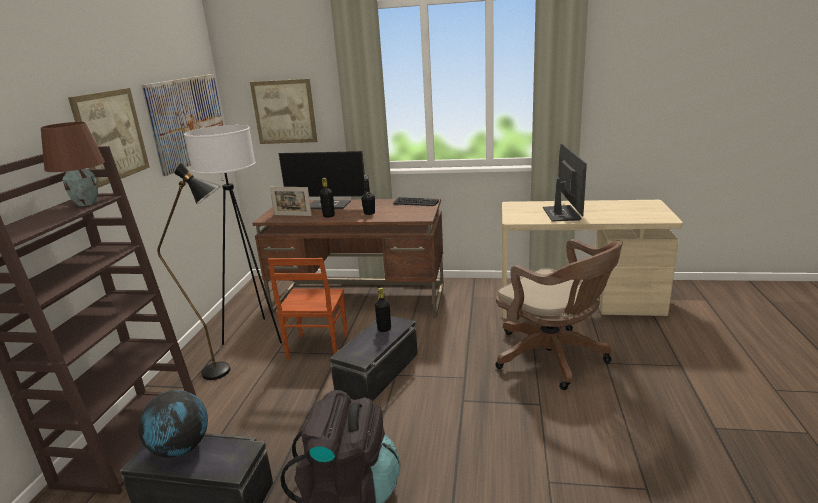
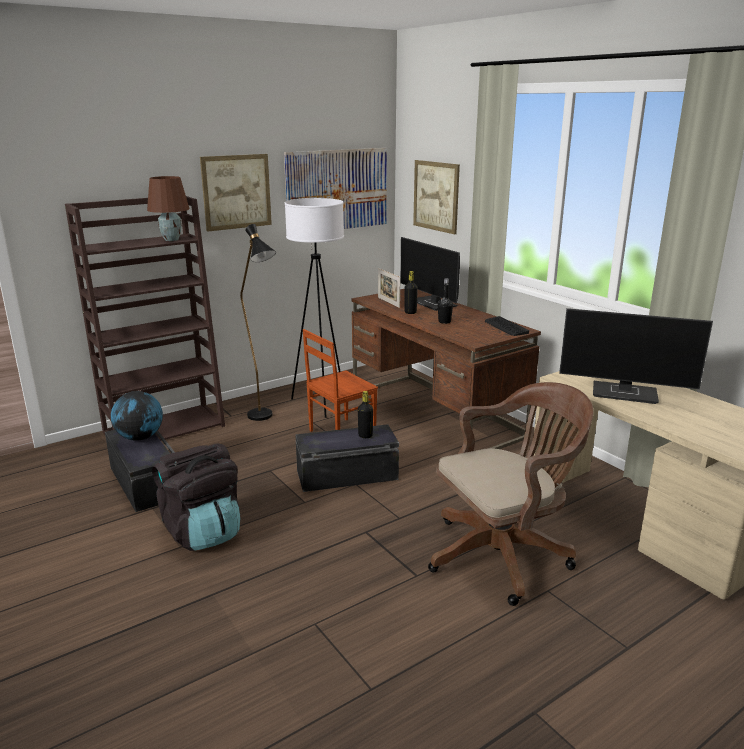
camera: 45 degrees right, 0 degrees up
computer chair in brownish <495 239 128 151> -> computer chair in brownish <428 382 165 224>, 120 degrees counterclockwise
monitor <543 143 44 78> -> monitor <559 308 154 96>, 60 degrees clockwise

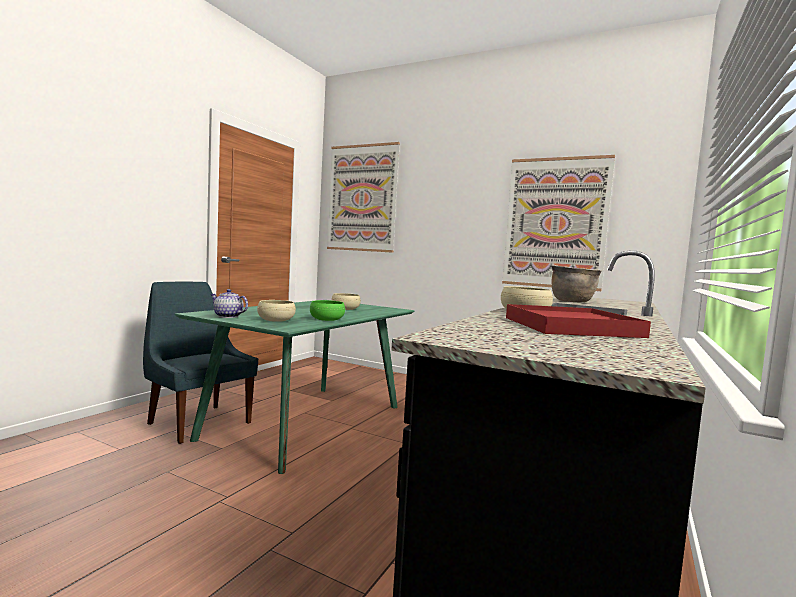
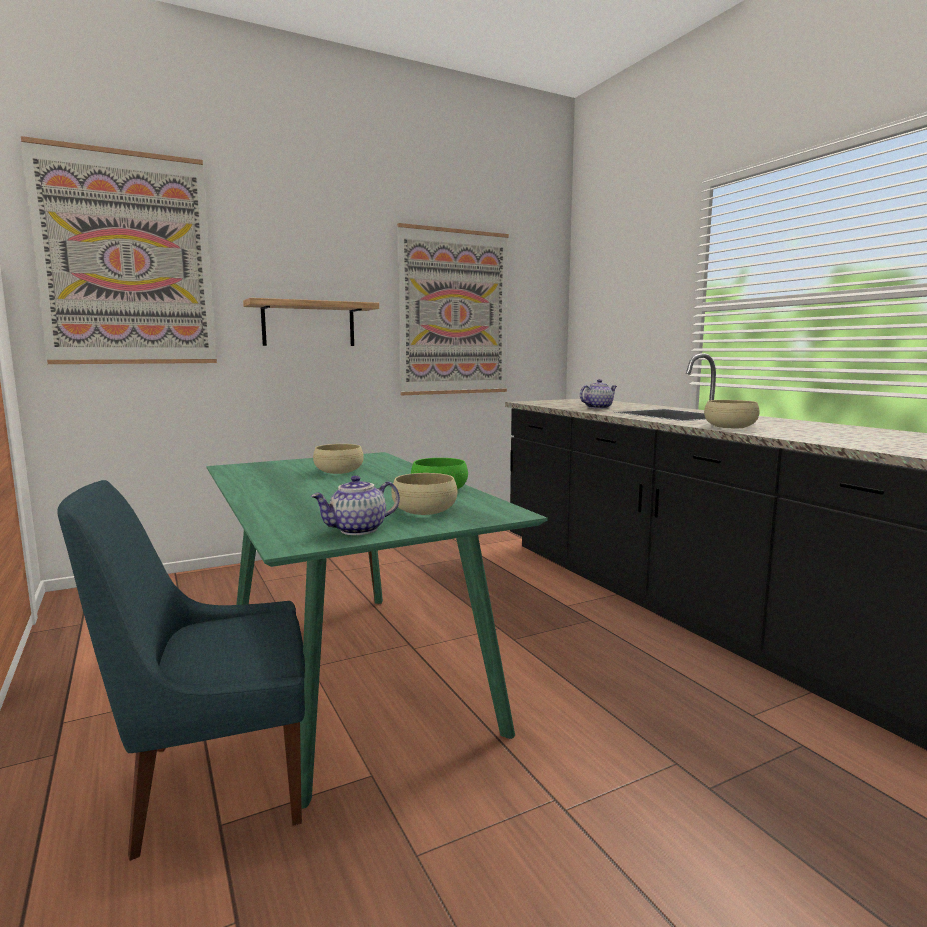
camera: 55 degrees left, 5 degrees up
serving tray in red <506 304 145 34> -> none
none -> bracket shelf <243 298 136 48>
saucepot in brownish <552 265 50 37> -> pot for tea <580 379 37 30>

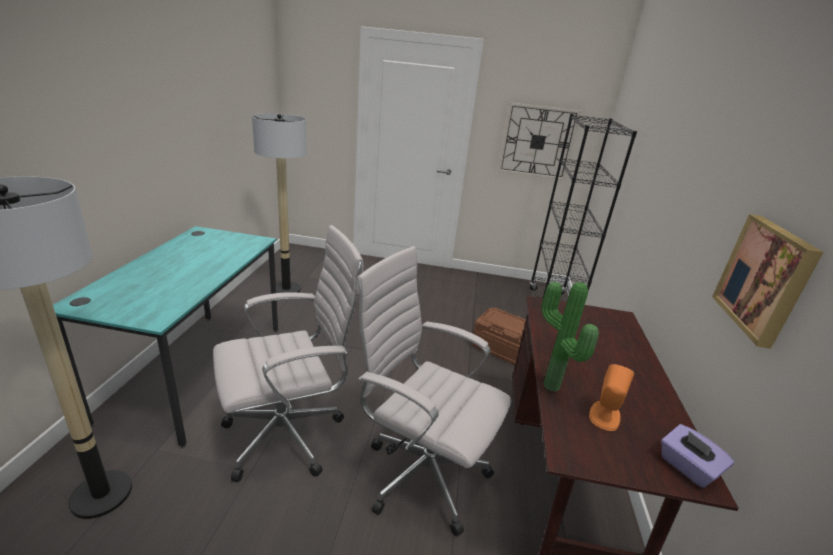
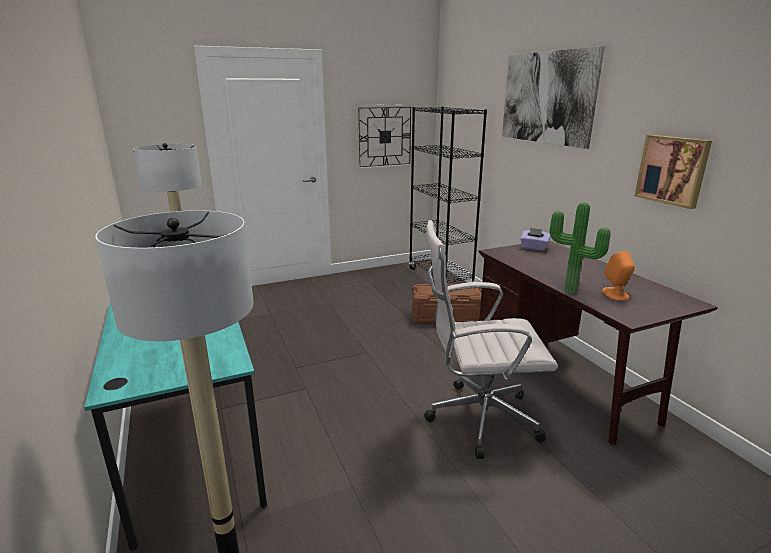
camera: 30 degrees left, 5 degrees down
computer chair in white <213 225 151 257> -> none
none -> picture <502 46 103 103>
tissue holder in purplish <661 424 73 64> -> tissue holder in purplish <520 228 31 23>, relocated

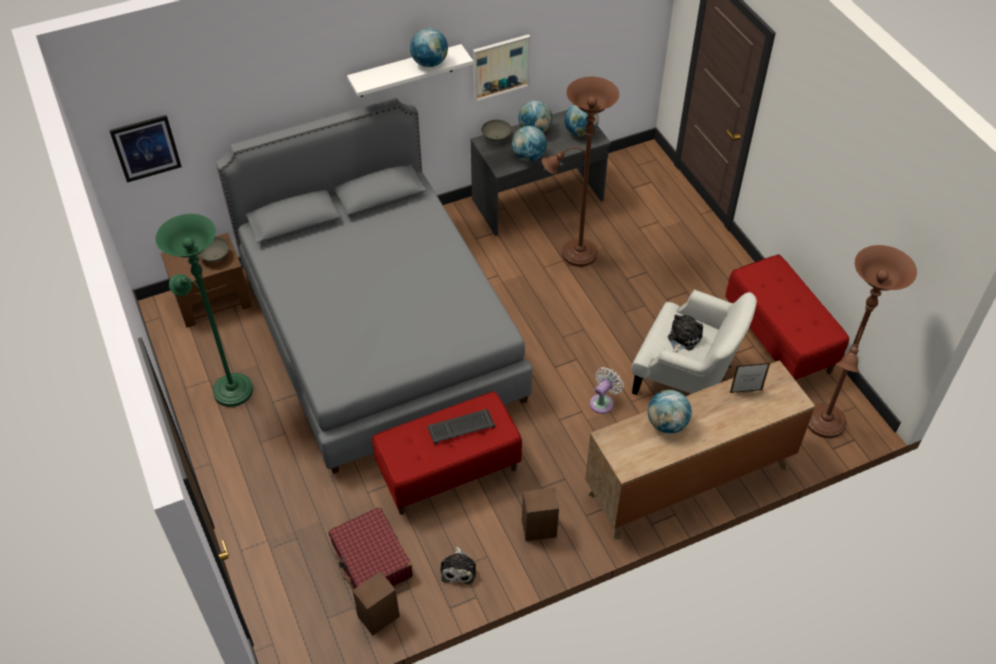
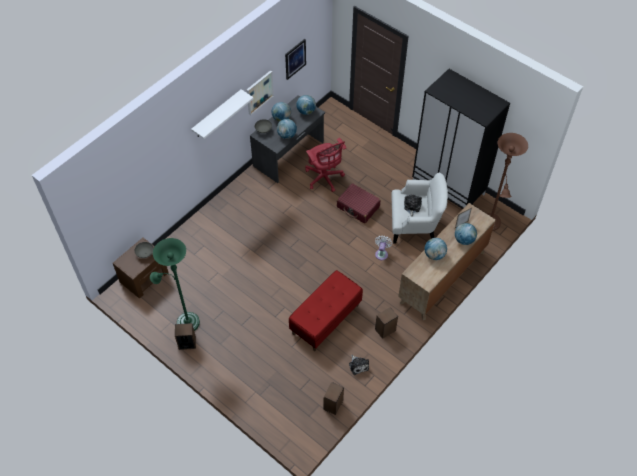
camera: 25 degrees left, 5 degrees up
bed in gray <216 98 317 376> -> none
computer keyboard <427 409 68 35> -> none
none -> audio speaker <175 323 21 27>
picture <109 115 73 68> -> picture <285 39 21 41>, relocated
suitcase in red <329 507 84 82> -> suitcase in red <337 183 44 41>, relocated
globe <410 28 38 39> -> globe <455 223 22 22>, relocated
floor lamp in brownish <542 77 77 190> -> computer chair in red <305 138 41 54>
bench in red <725 254 124 127> -> wardrobe in blackish <412 69 98 141>

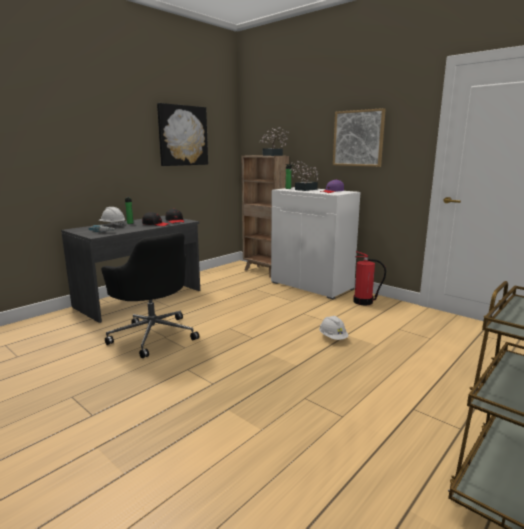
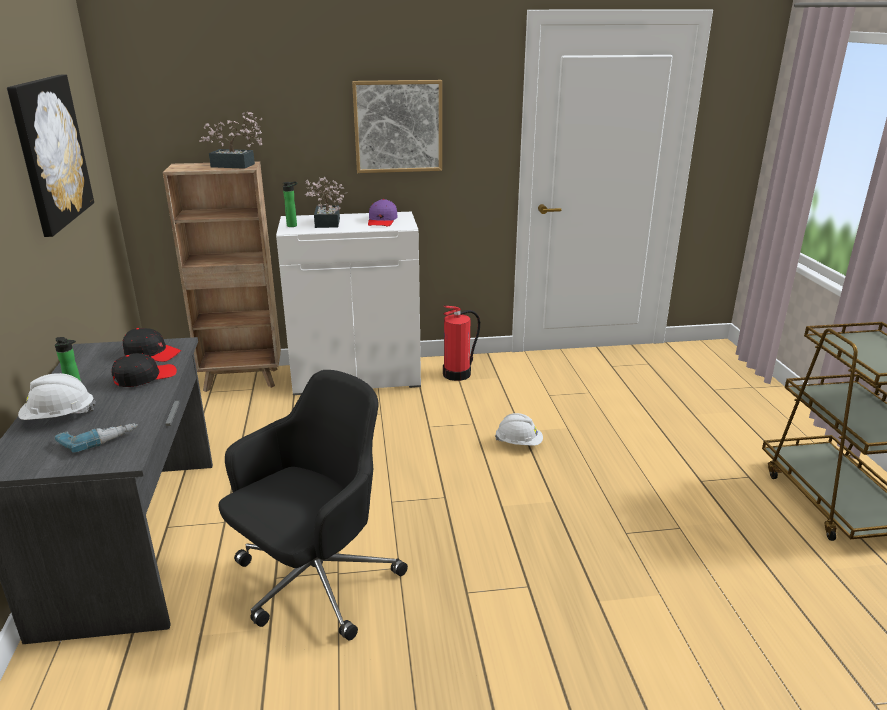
camera: 50 degrees left, 10 degrees up
computer chair in blackish <101 232 98 126> -> computer chair in blackish <218 370 190 271>, 45 degrees counterclockwise

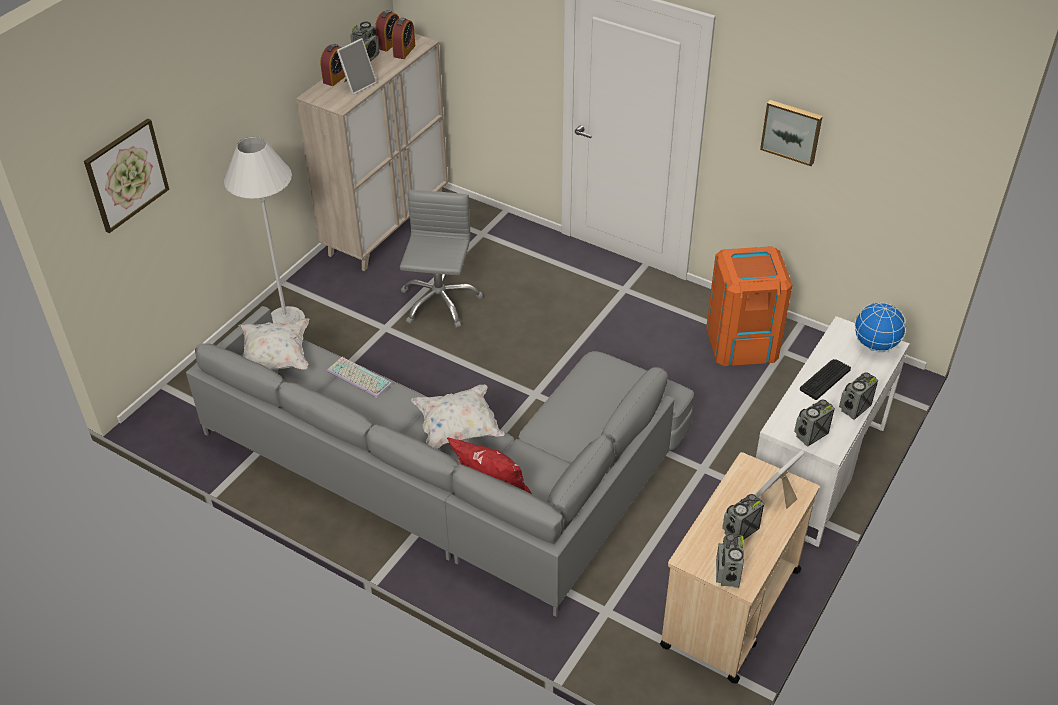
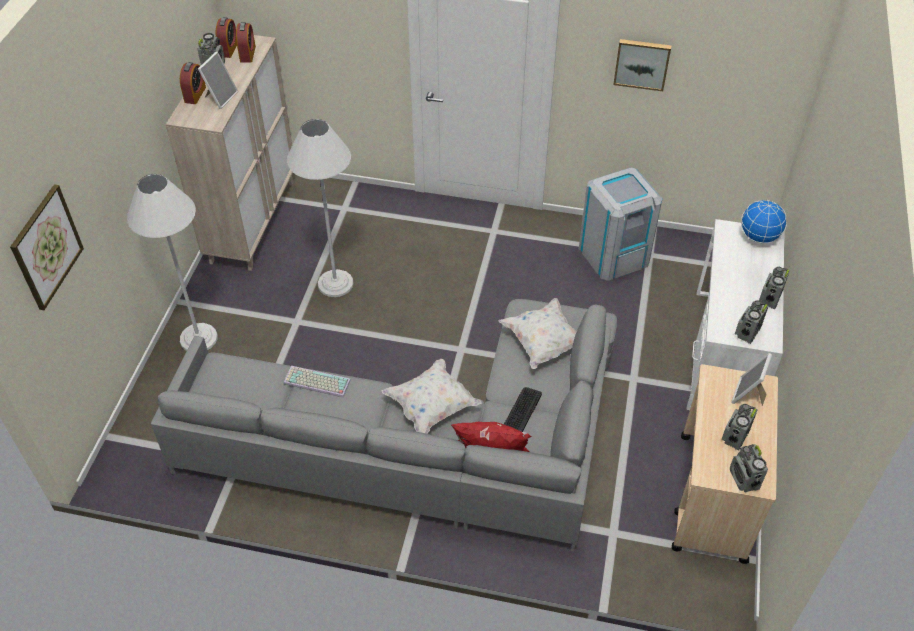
camera: 20 degrees left, 5 degrees up
throw pillow in white <240 318 69 52> -> throw pillow in white <498 298 79 71>, relocated
computer keyboard <800 359 51 41> -> computer keyboard <504 387 38 45>, relocated
computer chair in gray <400 190 83 138> -> floor lamp in white <287 119 67 178>
trash can in orange <706 246 86 120> -> trash can in gray <579 167 84 114>

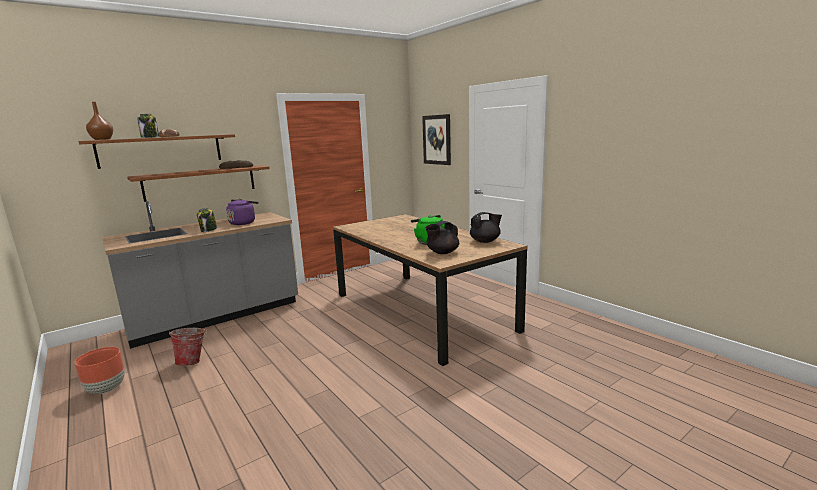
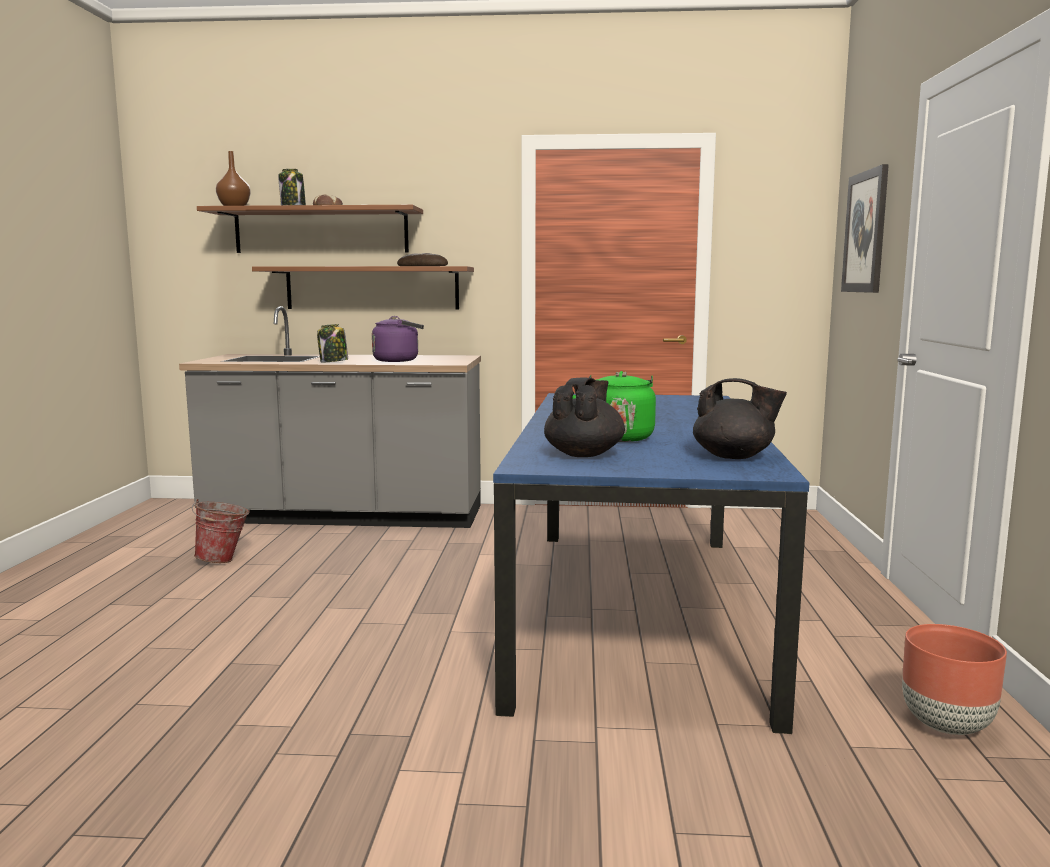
camera: 40 degrees right, 5 degrees down
planter in brownish <74 347 51 47> -> planter in brownish <902 624 105 111>, relocated
dinner table in brownish <333 214 195 152> -> dinner table in bluish <493 393 316 341>
pot for tea in blackish <426 221 33 33> -> pot for tea in blackish <544 378 81 79>, 105 degrees clockwise

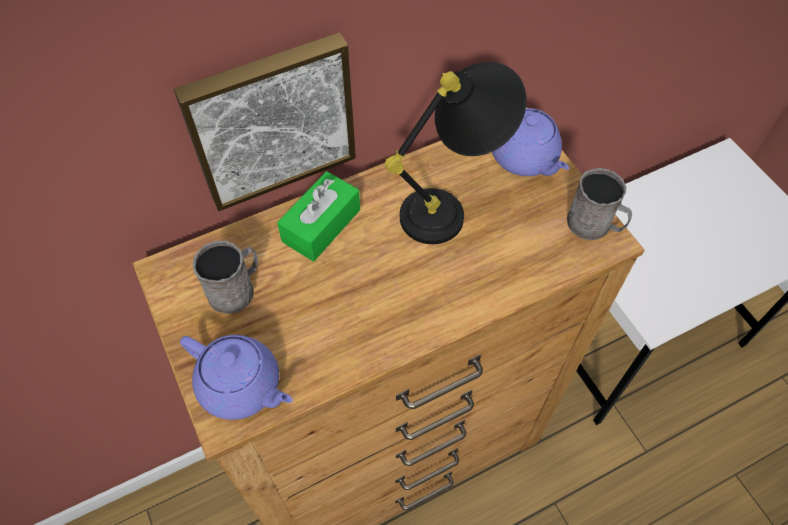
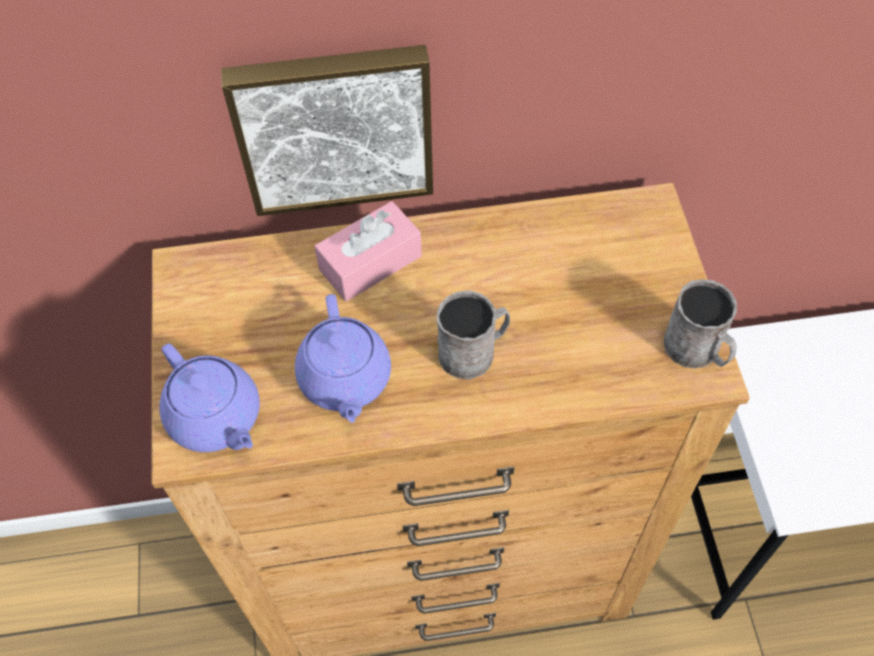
camera: 20 degrees right, 0 degrees up
tabletop lamp in blackish <385 62 142 182> -> none
coffee mug in gray <193 241 65 73> -> coffee mug in gray <437 290 73 90>, relocated
pot for tea in purplish <492 108 77 68> -> pot for tea in purplish <295 294 96 129>, relocated
tissue holder in green <277 171 83 90> -> tissue holder in pink-coloured <314 201 108 101>

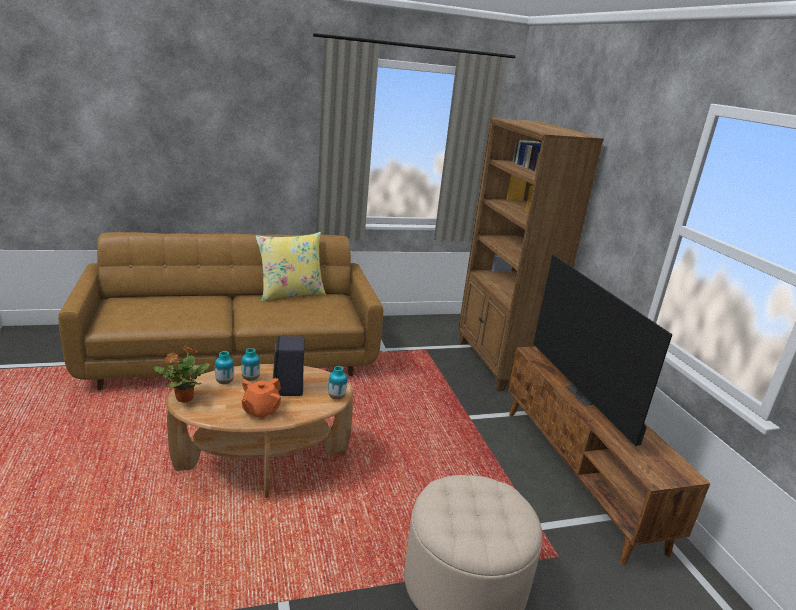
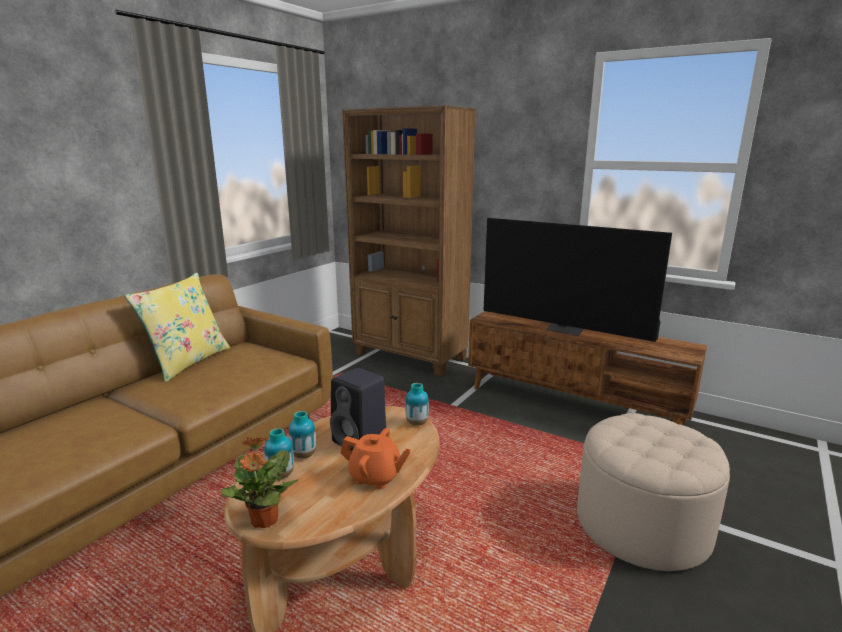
camera: 40 degrees left, 5 degrees down
pot for tea in orange <241 378 40 42> -> pot for tea in orange <341 428 70 61>, 60 degrees counterclockwise

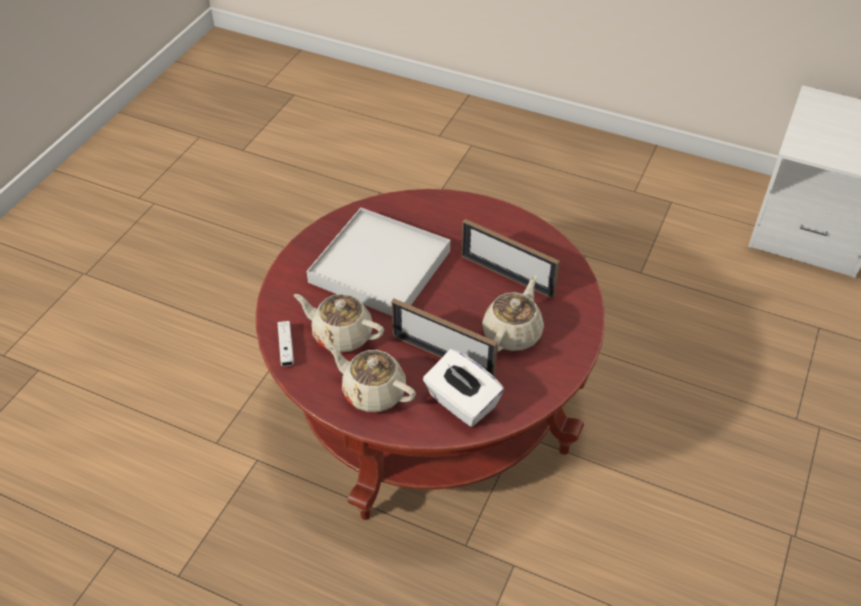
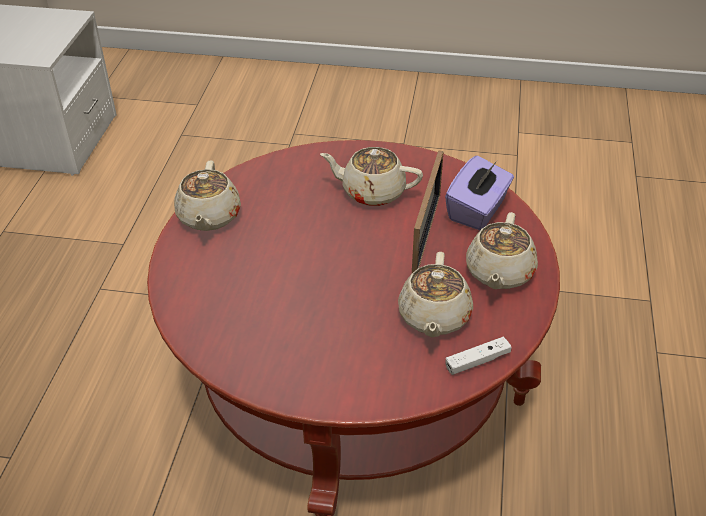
camera: 105 degrees left, 5 degrees down
serving tray in white <306 208 144 108> -> none
photo frame <461 219 99 80> -> none
none -> pot for tea in beige <174 160 67 71>
tissue holder in white <423 349 81 78> -> tissue holder in purplish <445 155 69 75>

